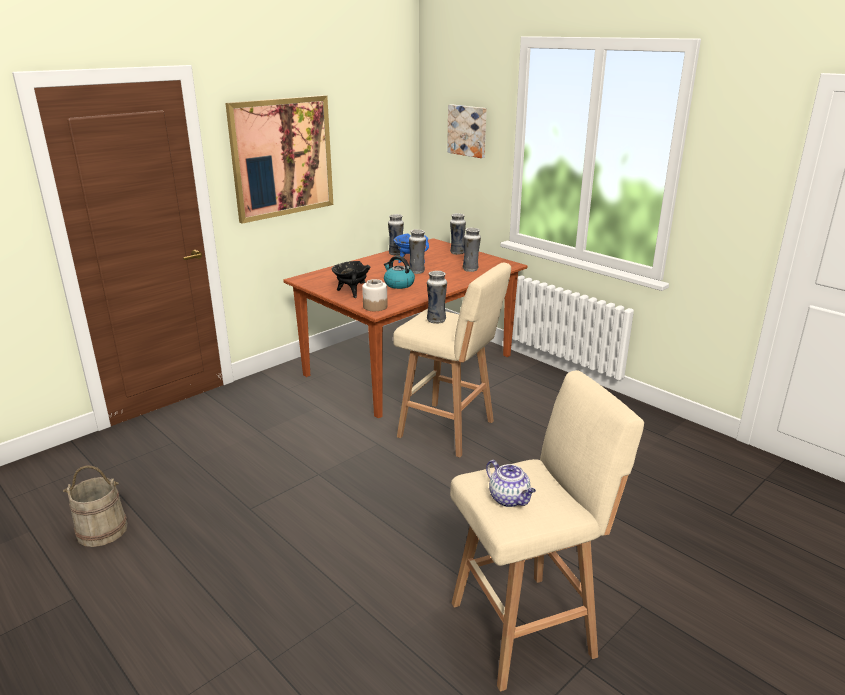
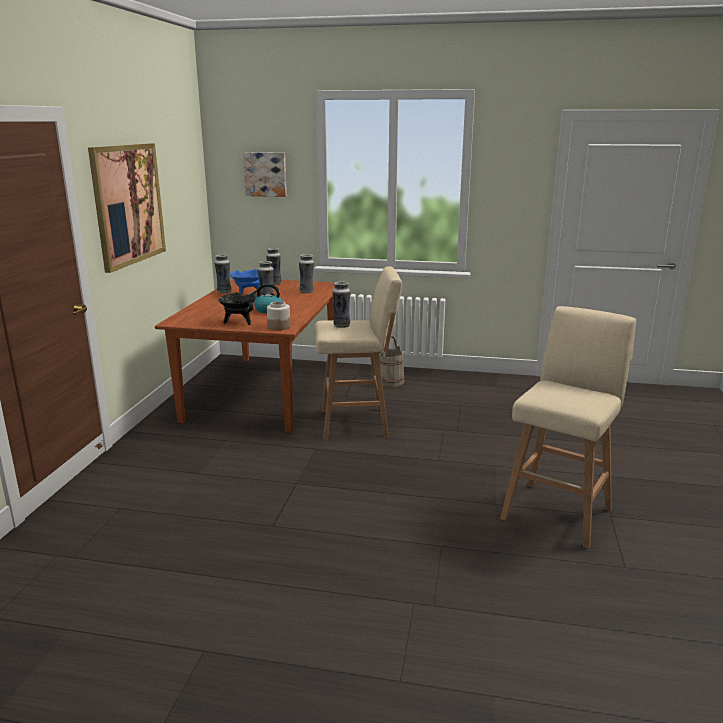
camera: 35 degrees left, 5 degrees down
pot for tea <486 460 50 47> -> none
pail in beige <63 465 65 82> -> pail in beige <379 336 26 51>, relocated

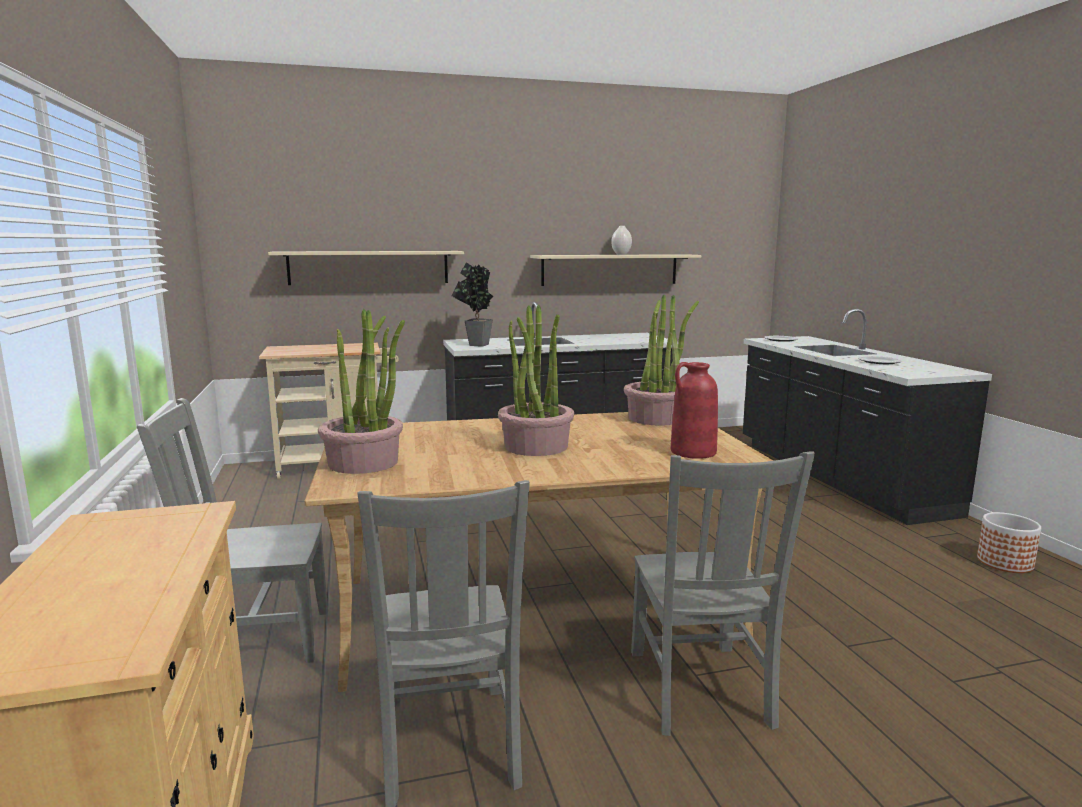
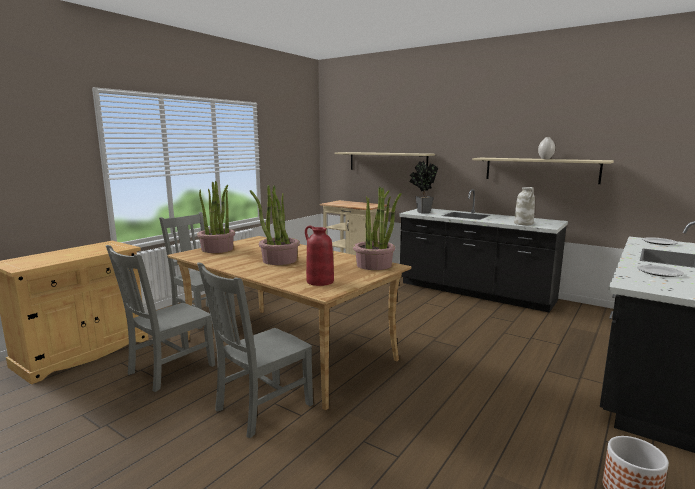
camera: 50 degrees right, 0 degrees up
none -> flower vase in white <514 187 21 38>

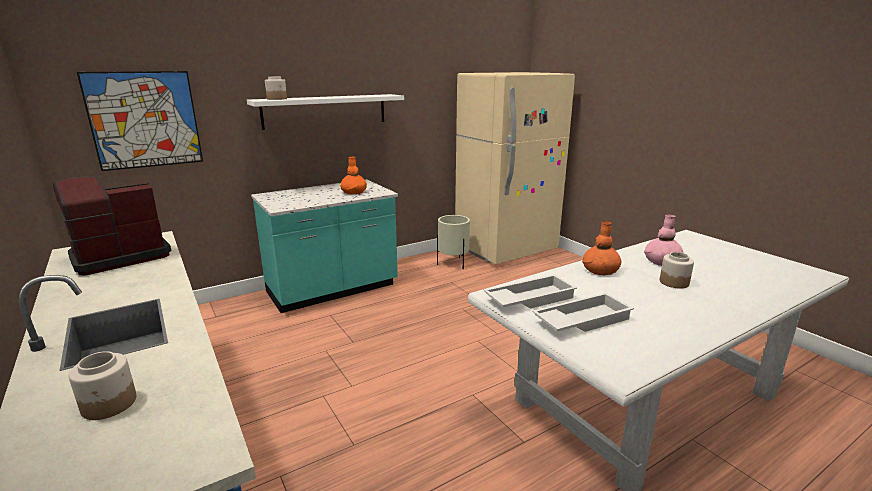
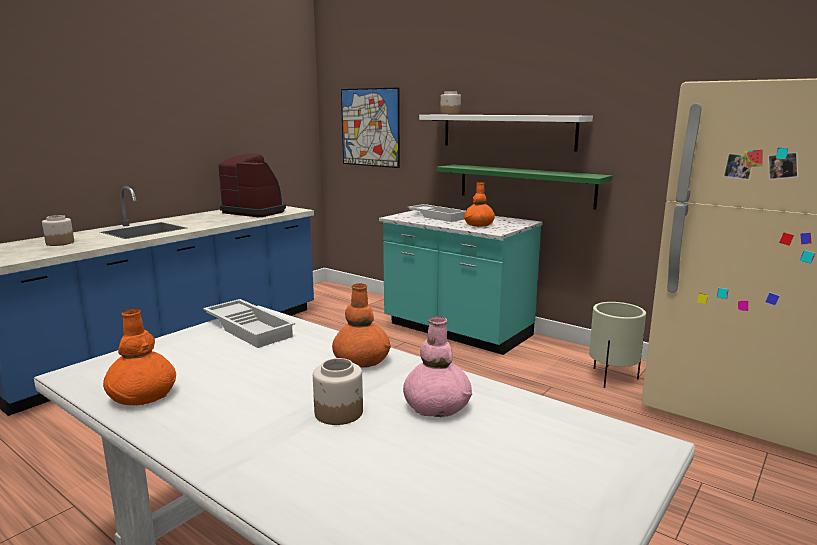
camera: 70 degrees right, 5 degrees down
none -> flower vase in orange <103 308 73 97>
none -> bracket shelf in green <436 165 177 44>
serving tray in white <532 293 102 39> -> serving tray in white <408 204 58 18>, relocated

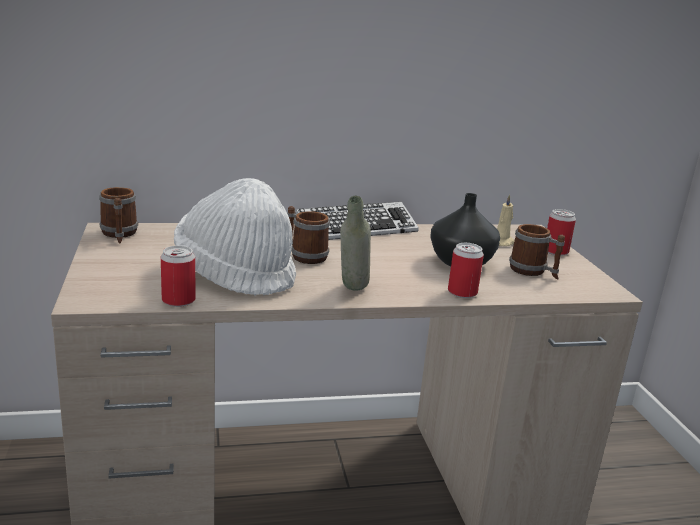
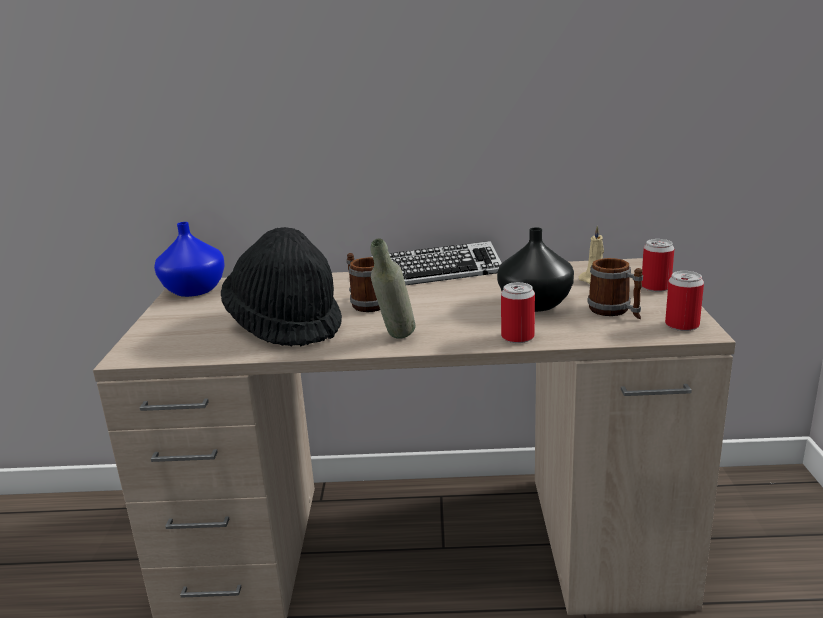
camera: 15 degrees right, 0 degrees up
metal can <161 246 35 61> -> metal can <665 271 39 60>, relocated
coffee mug <99 187 39 56> -> flower vase in bluish <154 222 71 75>
hat in white <174 178 122 118> -> hat in blackish <221 227 121 120>

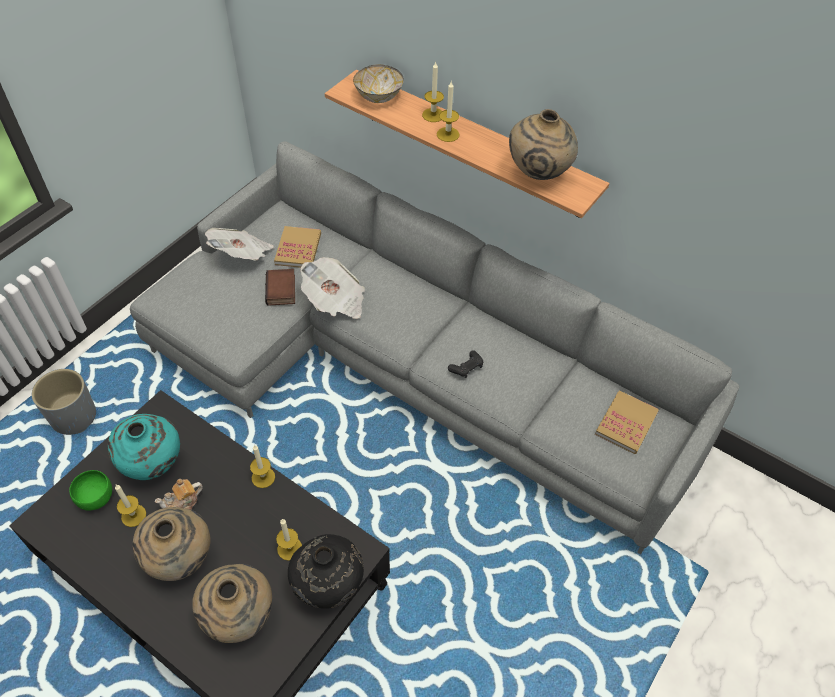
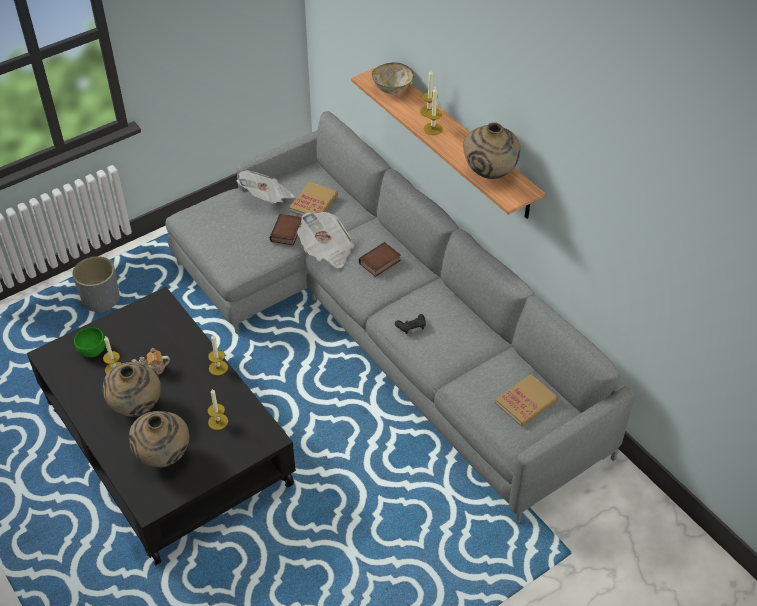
camera: 20 degrees right, 5 degrees down
flower vase in blue-green <108 414 72 66> -> none
flower vase in blackish <288 534 76 75> -> none
none -> bound book <359 242 42 35>

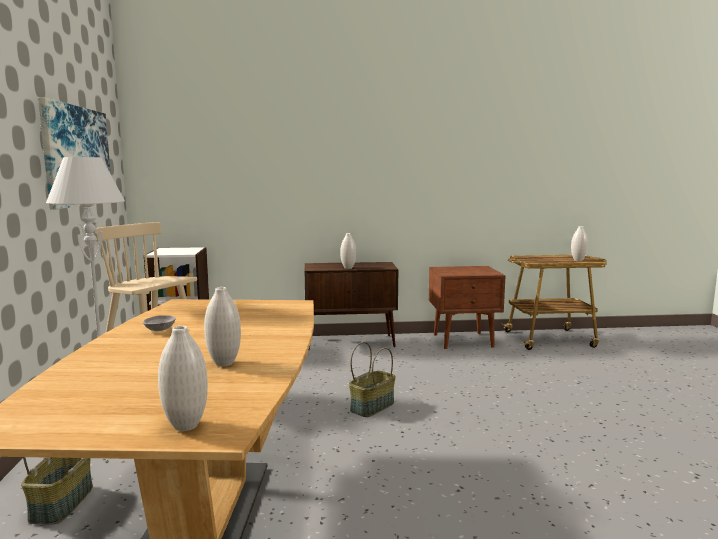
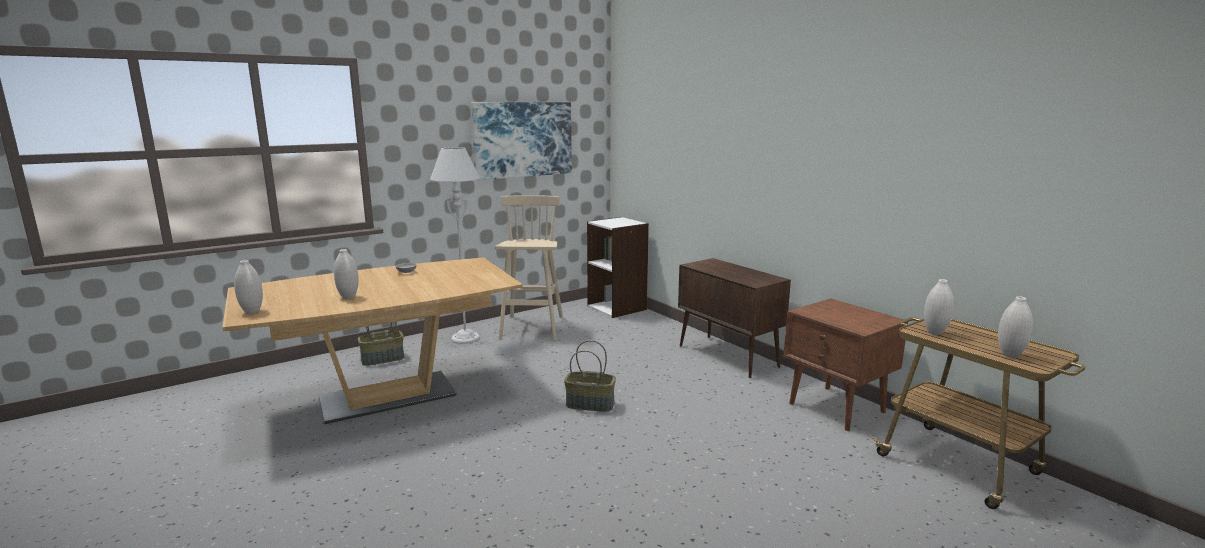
camera: 60 degrees right, 5 degrees up
flower vase in white <340 233 16 36> -> flower vase in white <924 279 30 56>, relocated

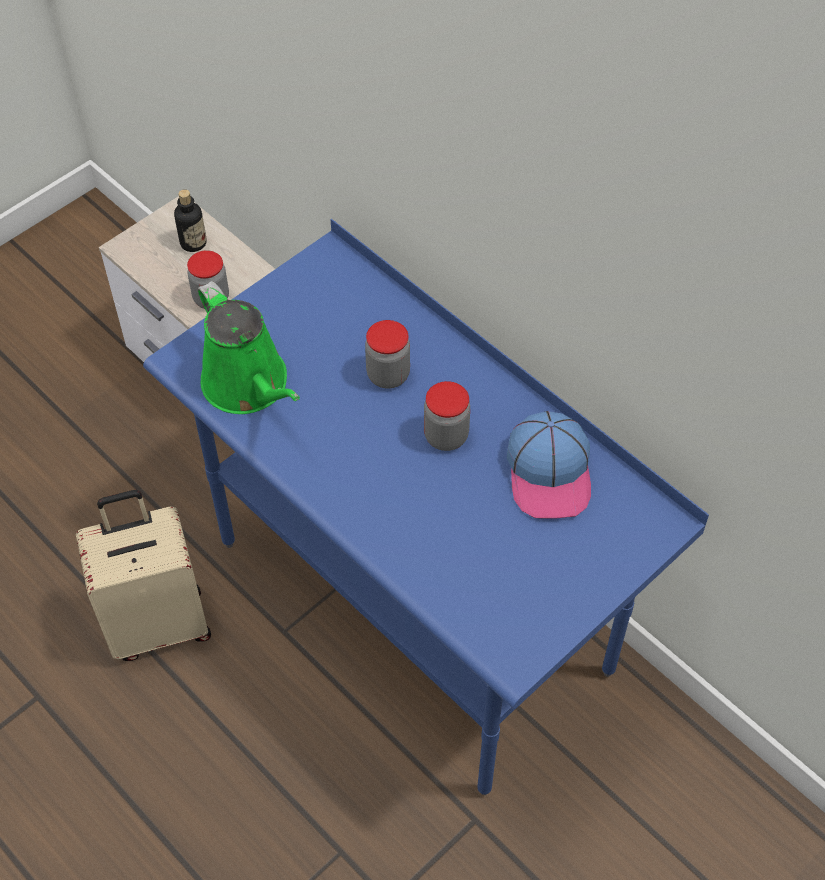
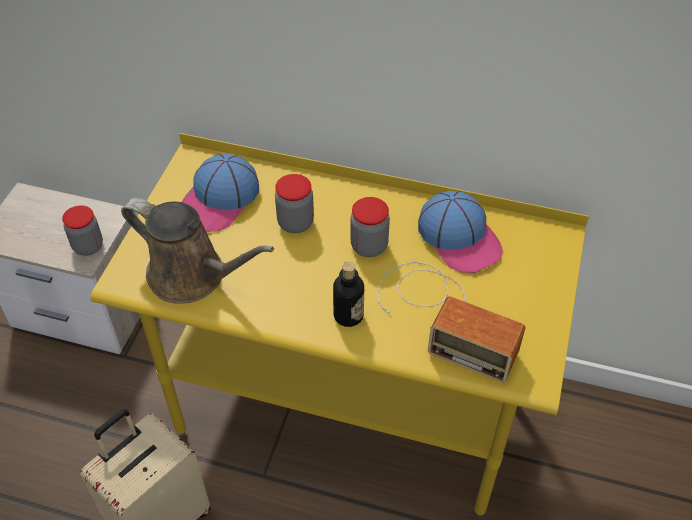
camera: 30 degrees left, 5 degrees down
none -> cap <182 154 77 78>
none -> radio receiver <377 262 148 121>
bottle <174 189 33 63> -> bottle <333 262 31 65>, relocated
desk unit in bluish <143 219 566 576> -> desk unit in yellow-coloured <91 133 498 384>
watering can in green <198 281 102 133> -> watering can in brownish <121 198 153 106>

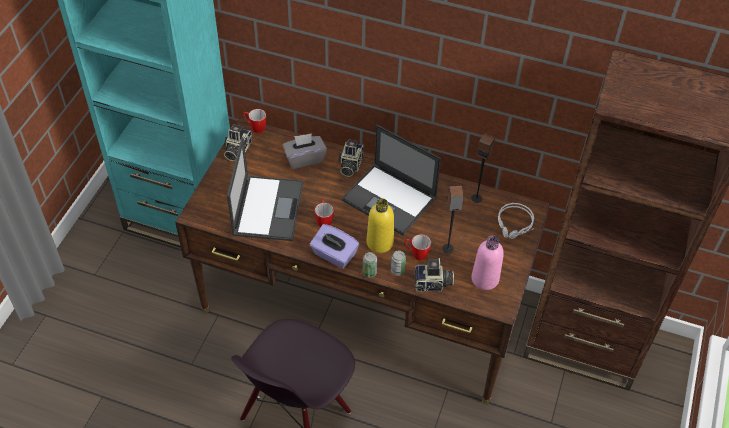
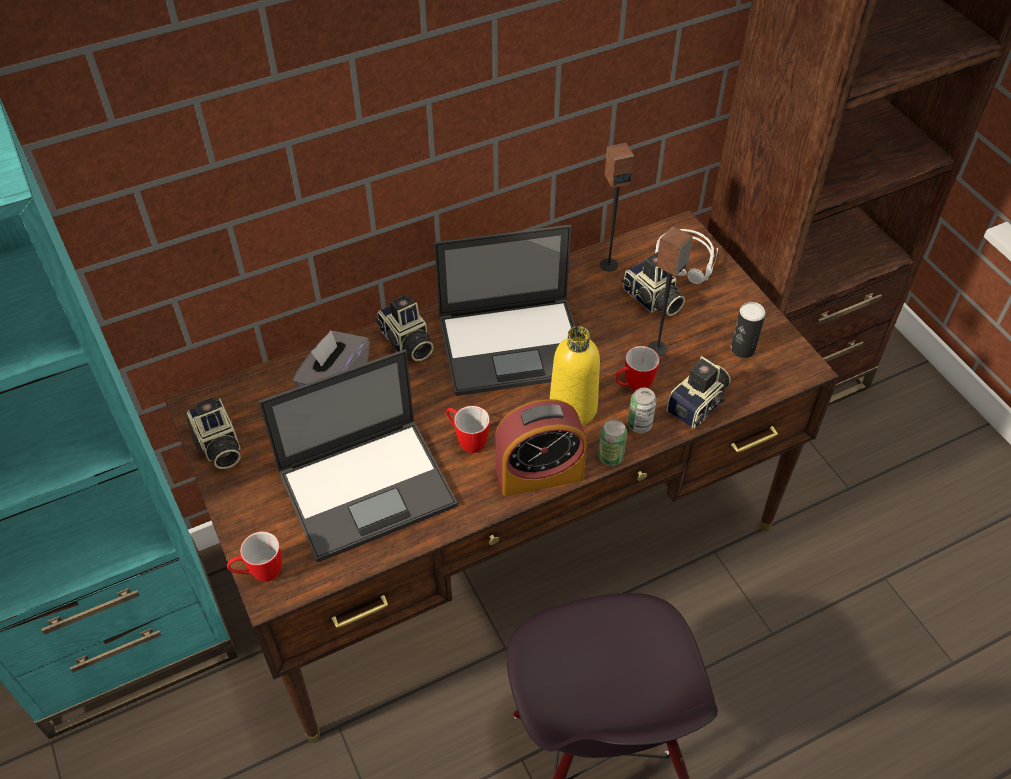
camera: 45 degrees left, 0 degrees up
none -> still camera <621 252 64 64>
coffee mug <243 109 23 24> -> coffee mug <227 531 55 50>, relocated
tissue holder in purplish <310 224 49 45> -> alarm clock <495 399 92 97>
bottle in pink-coloured <472 235 32 55> -> metal can <731 302 35 56>
portable computer <227 137 77 104> -> portable computer <259 349 199 213>, 105 degrees clockwise

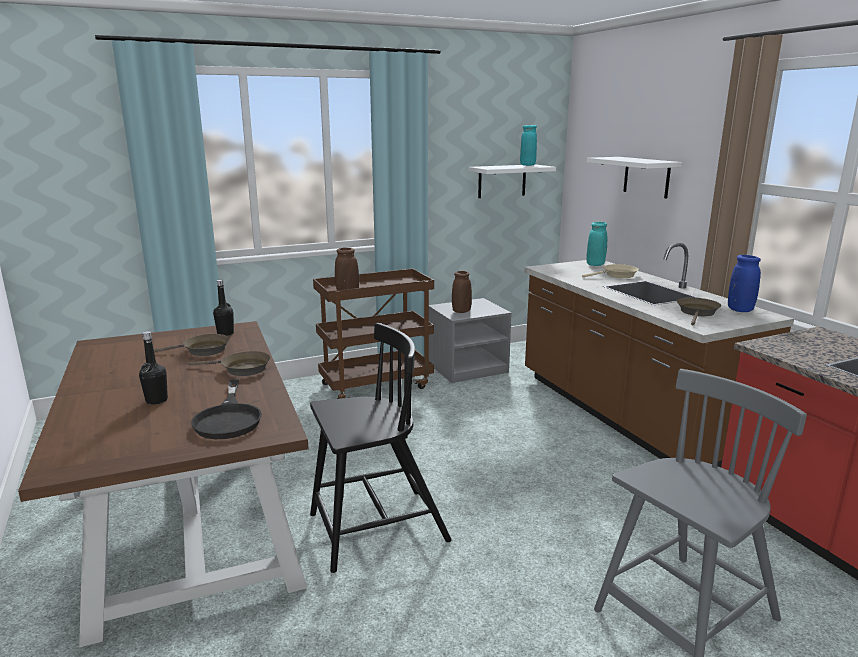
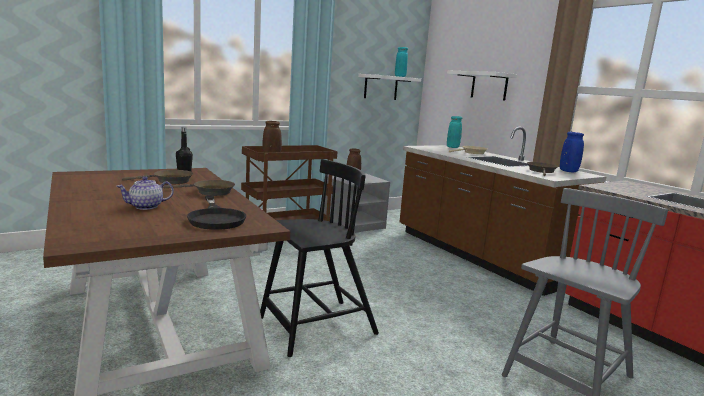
camera: 10 degrees left, 5 degrees down
bottle in blackish <139 331 29 74> -> pot for tea <116 176 58 34>

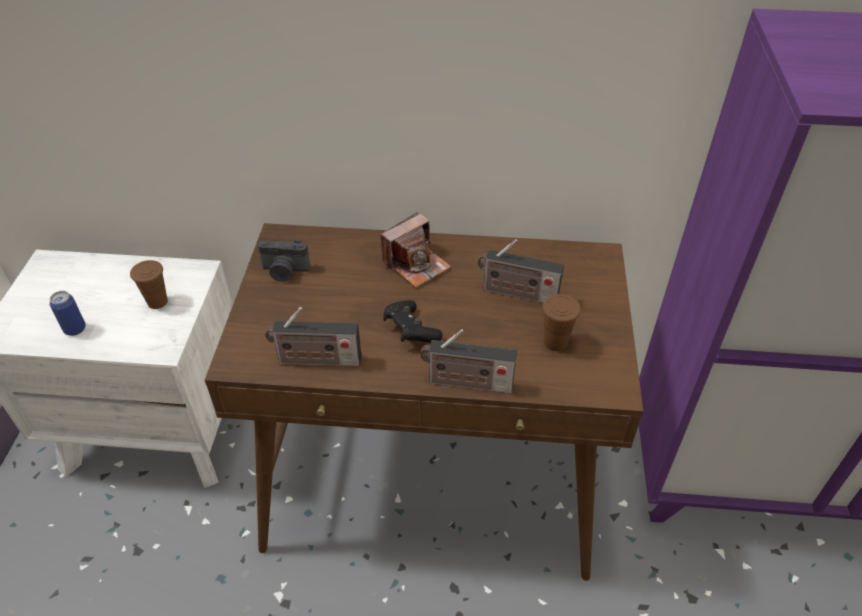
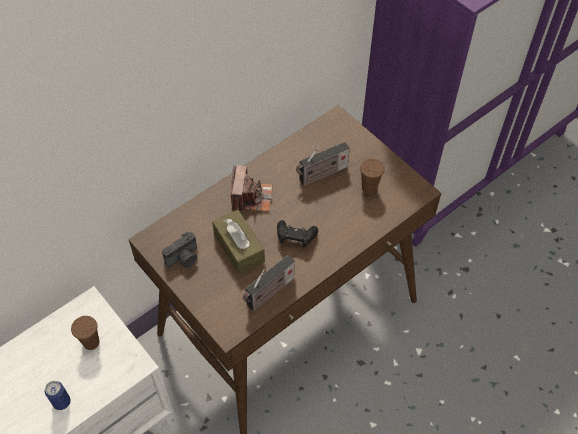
camera: 45 degrees left, 10 degrees up
radio receiver <421 329 96 65> -> none
none -> tissue holder in brownish <212 210 53 64>

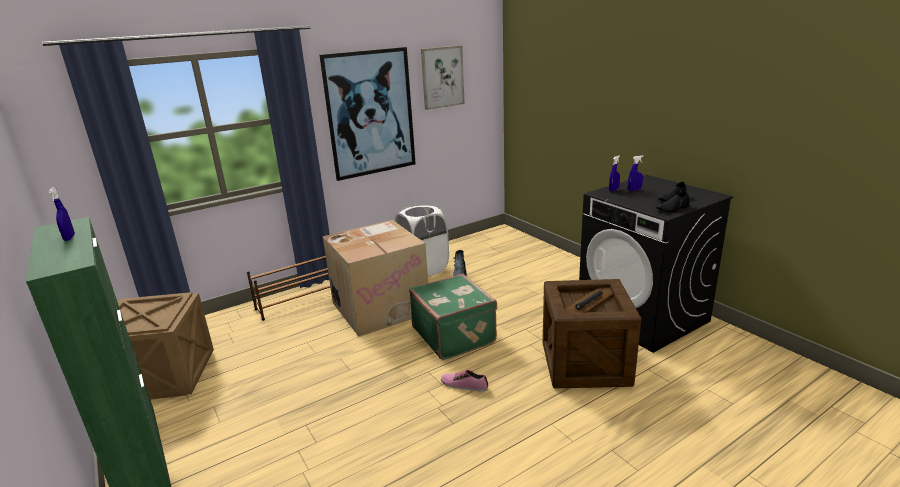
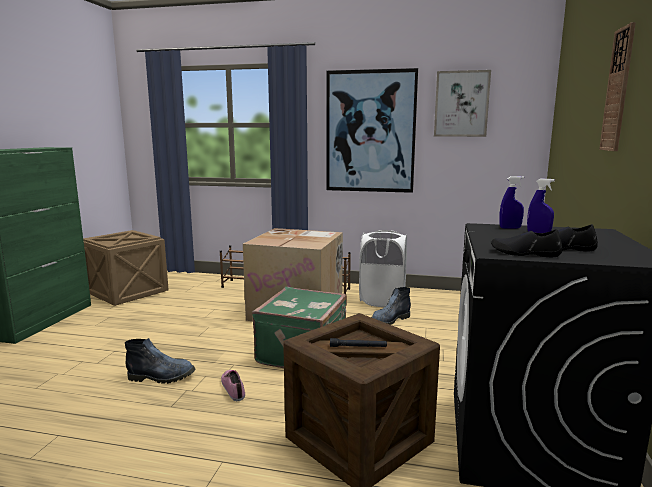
camera: 45 degrees right, 10 degrees down
sprayer in bluish <49 188 26 53> -> none
none -> high-top boot <125 338 70 46>
none -> clock on the wall <599 22 37 129>

